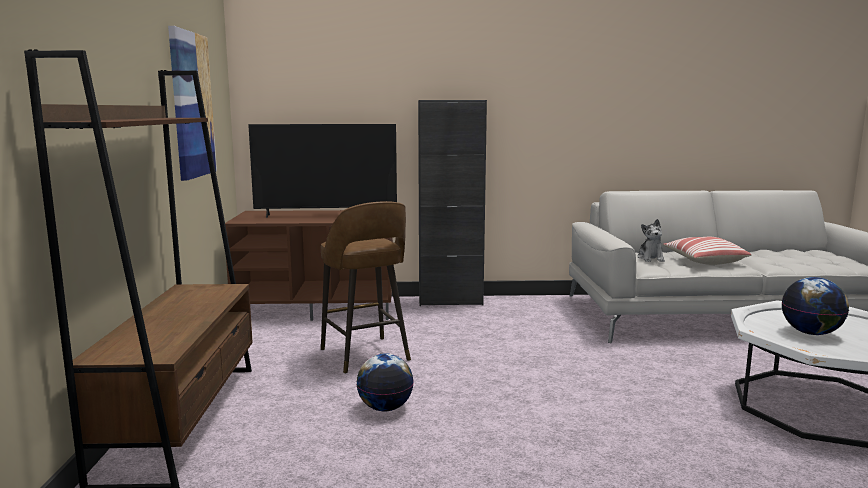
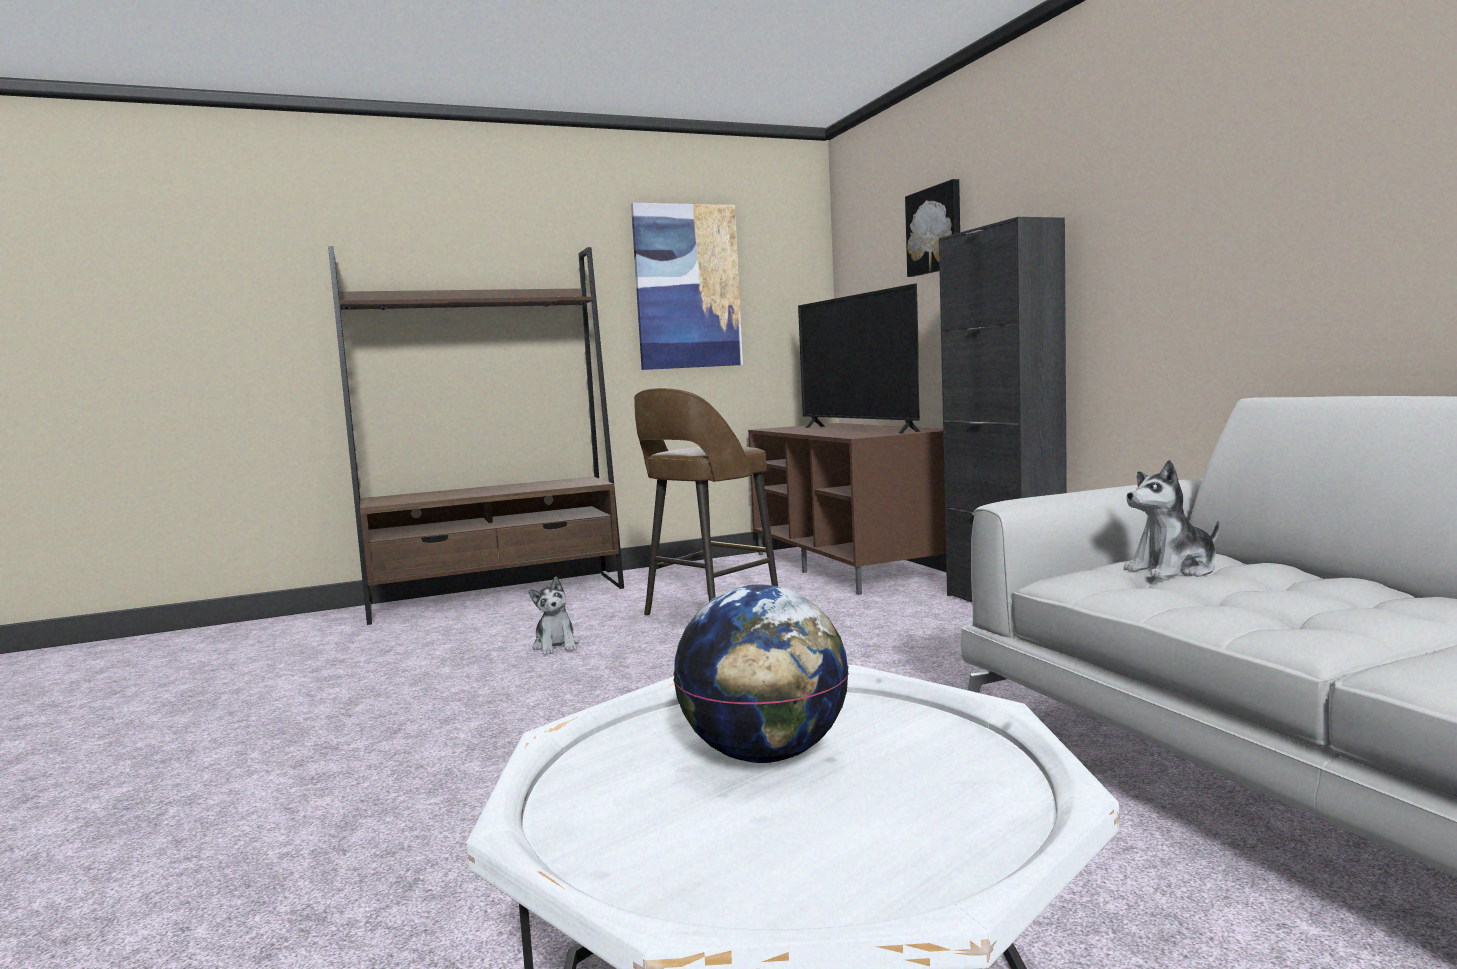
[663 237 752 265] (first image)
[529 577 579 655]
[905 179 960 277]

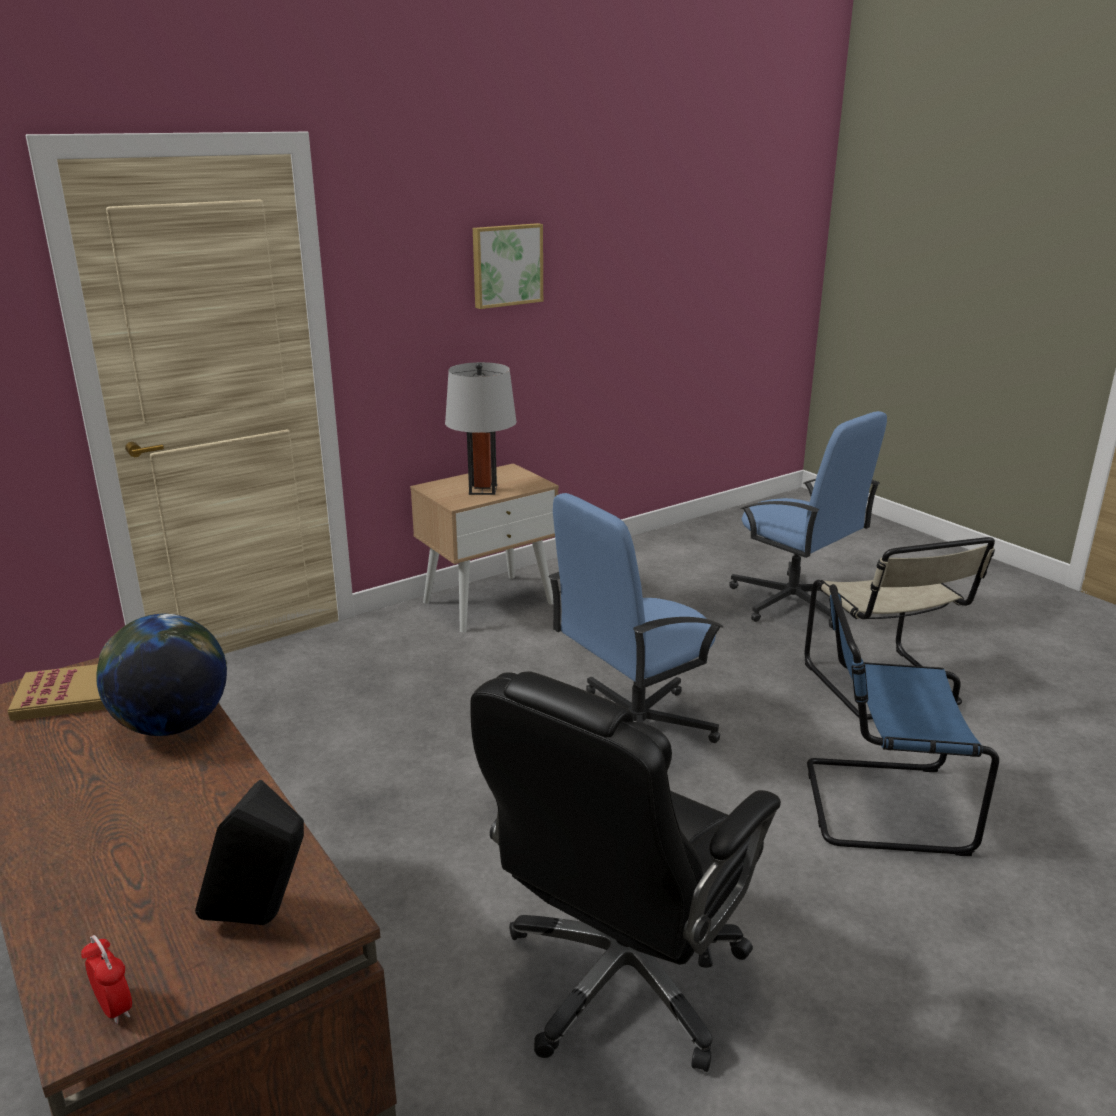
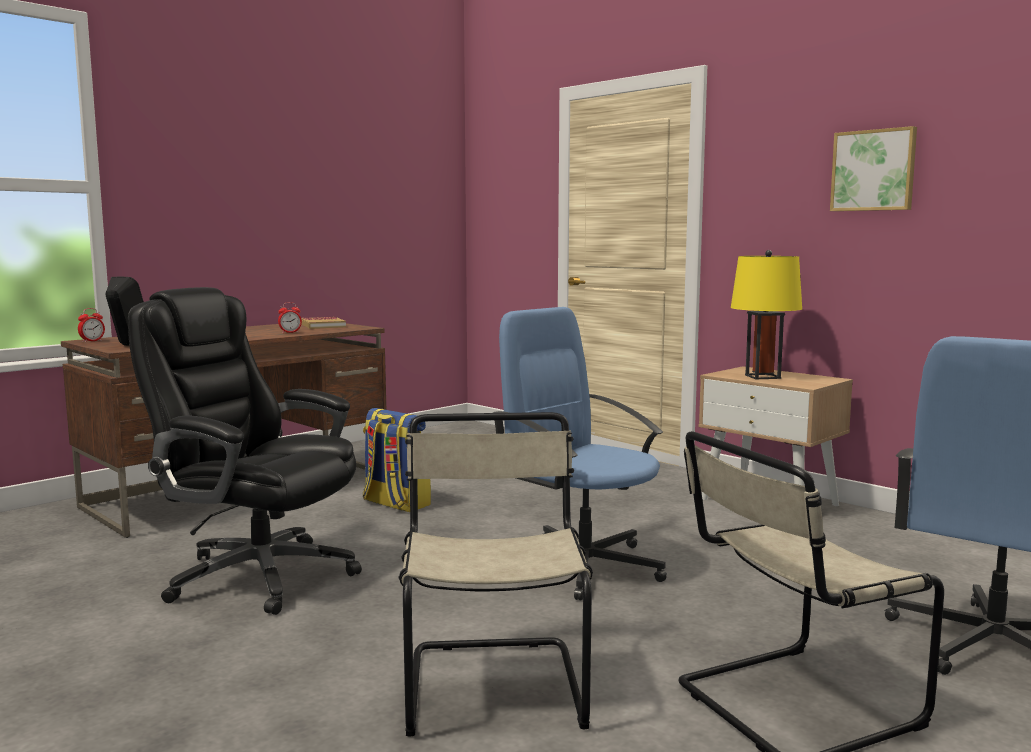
[731 250 802 379]
[399 412 593 737]
[278 302 302 333]
[363 408 431 512]

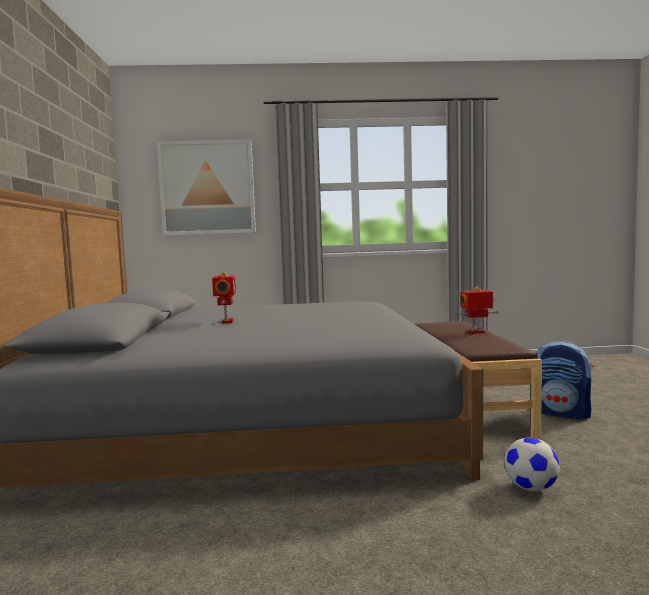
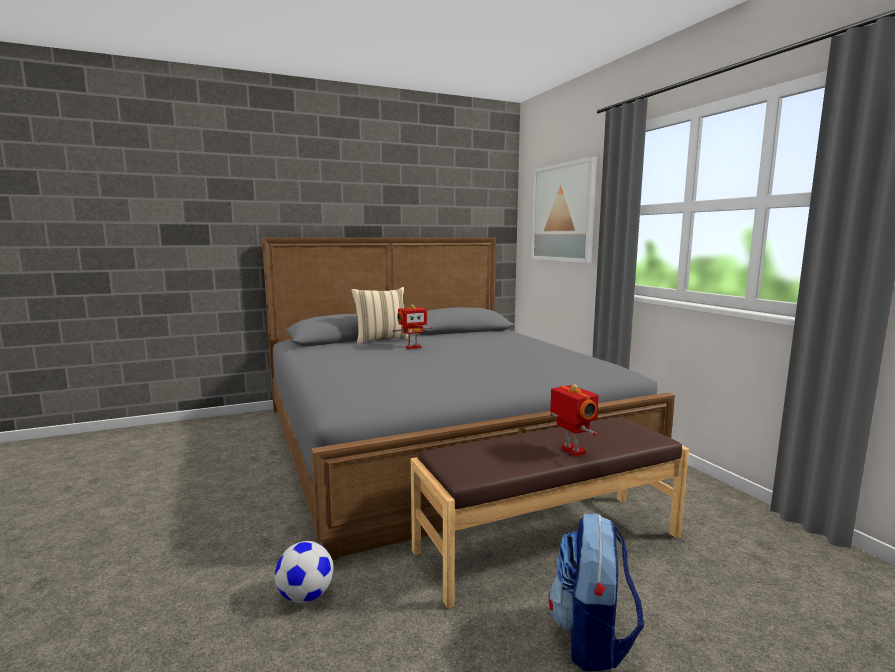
[351 287 411 344]

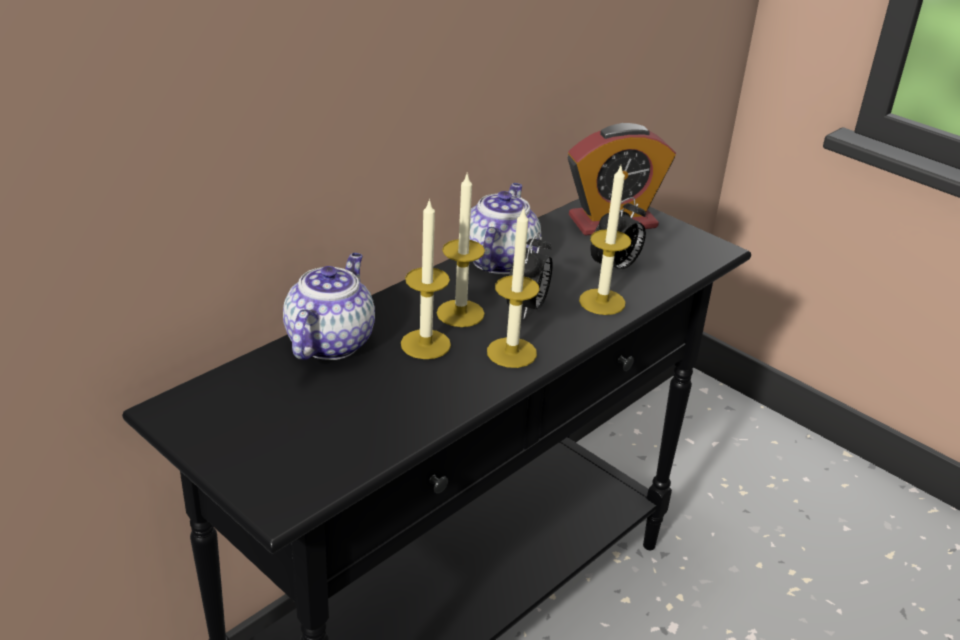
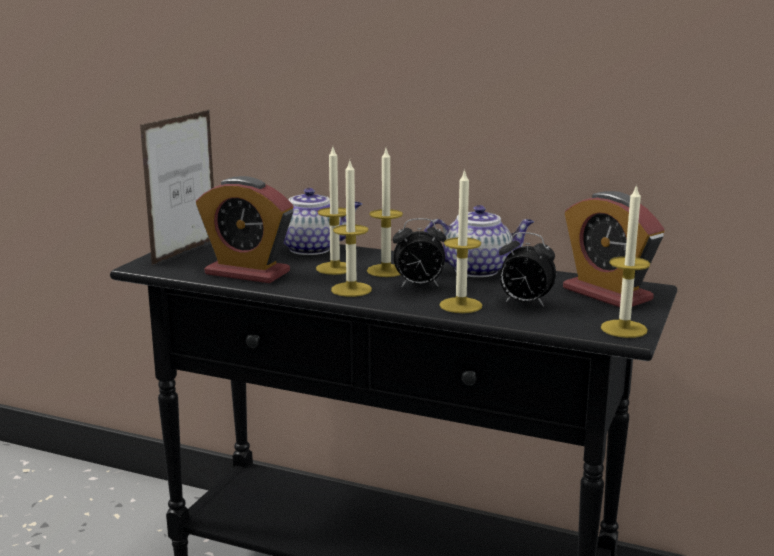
[140 110 214 265]
[196 176 293 283]
[601 184 650 338]

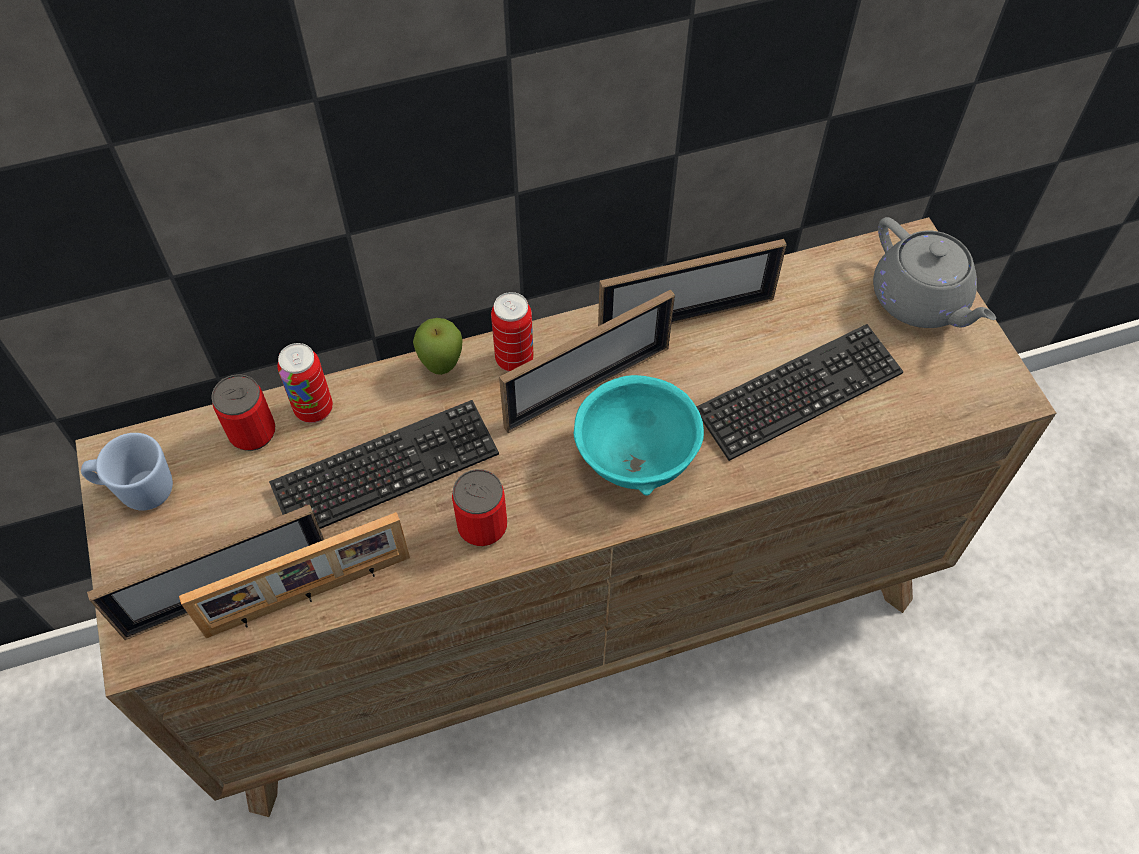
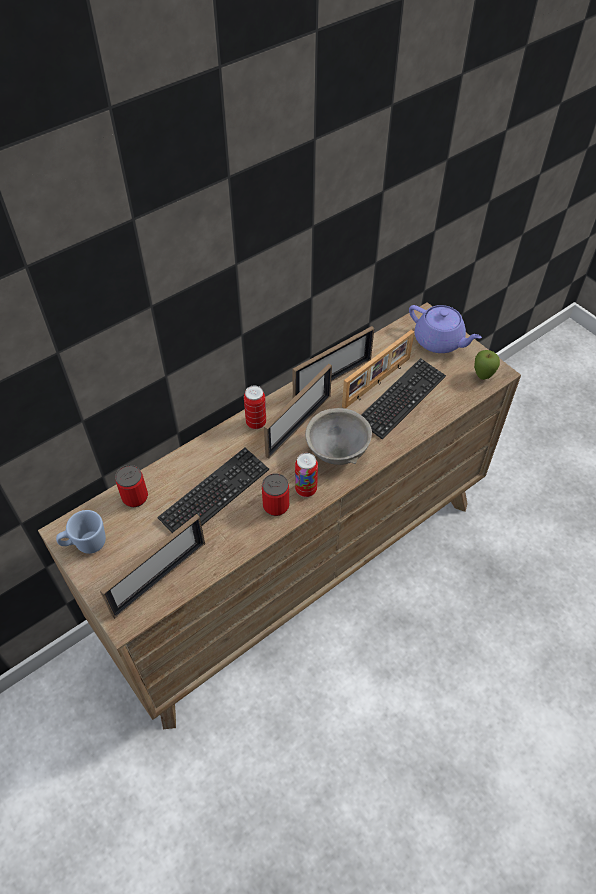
[409 305 482 353]
[474 350 500 380]
[295 453 318 497]
[305 408 372 465]
[342 330 414 409]

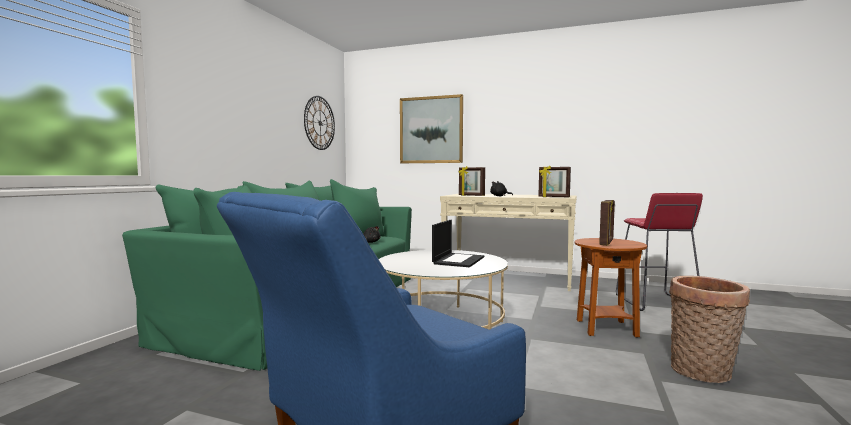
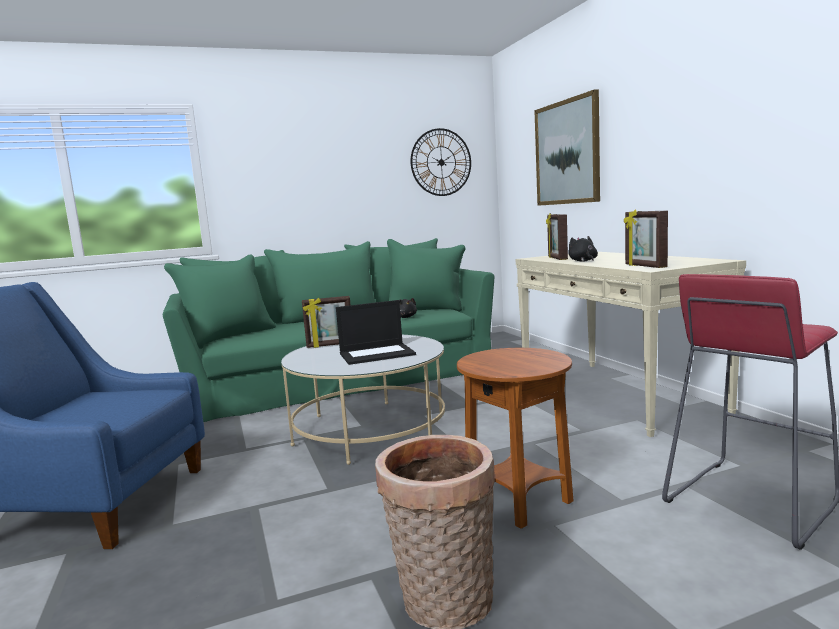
[302 296 350 348]

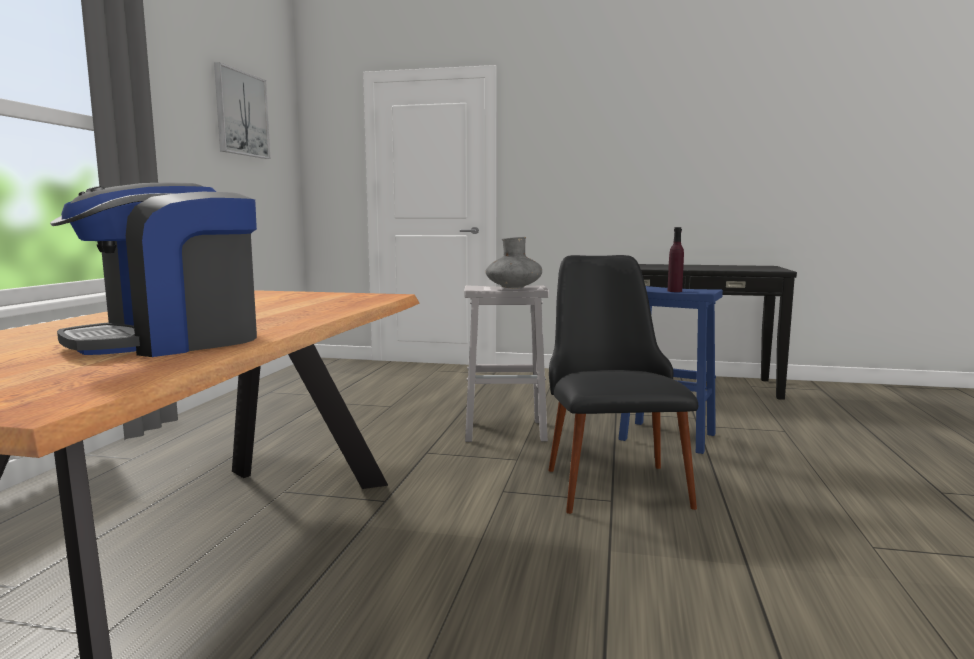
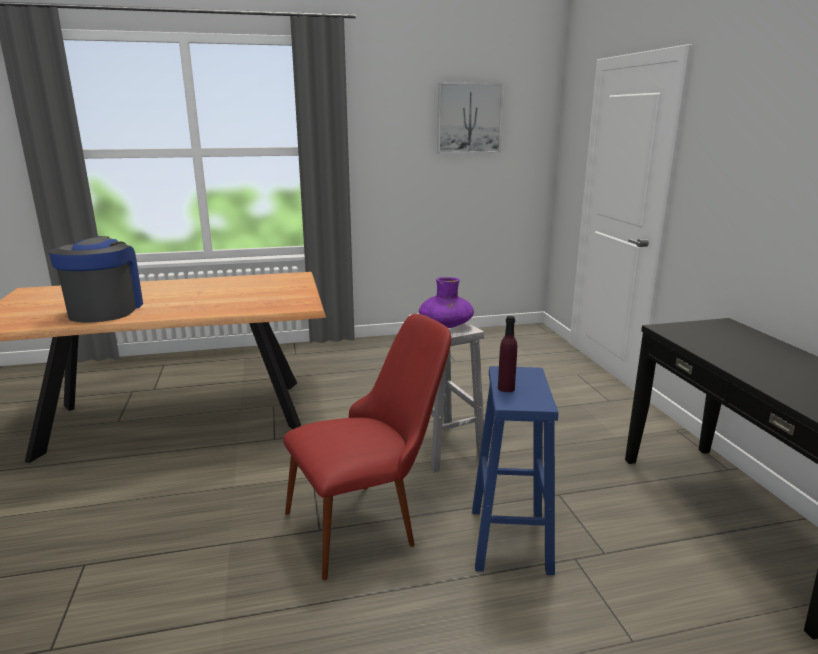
[48 236 143 322]
[419 277 474 328]
[283 314 451 580]

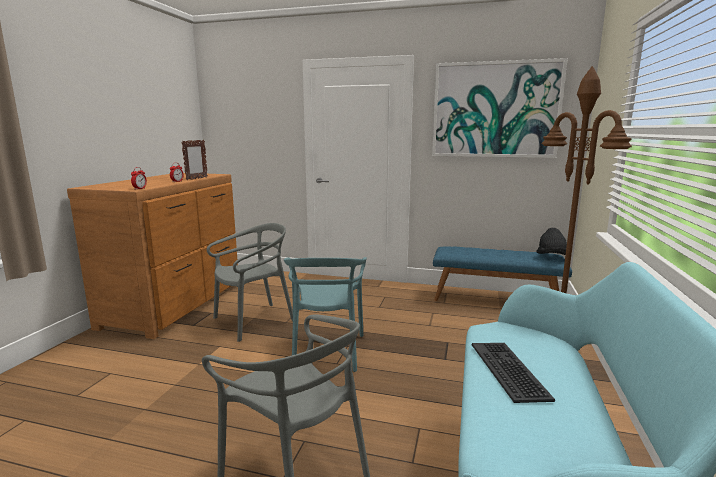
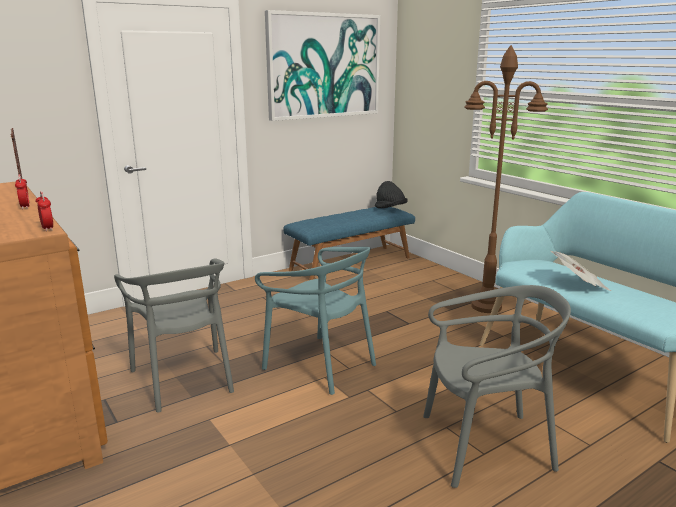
[114 259 234 413]
[551 251 612 291]

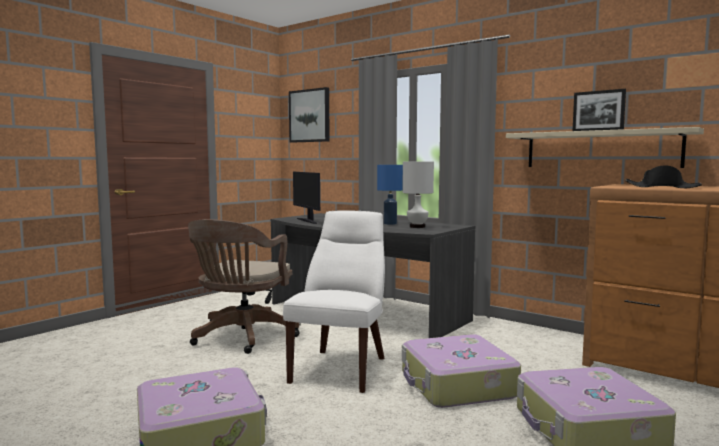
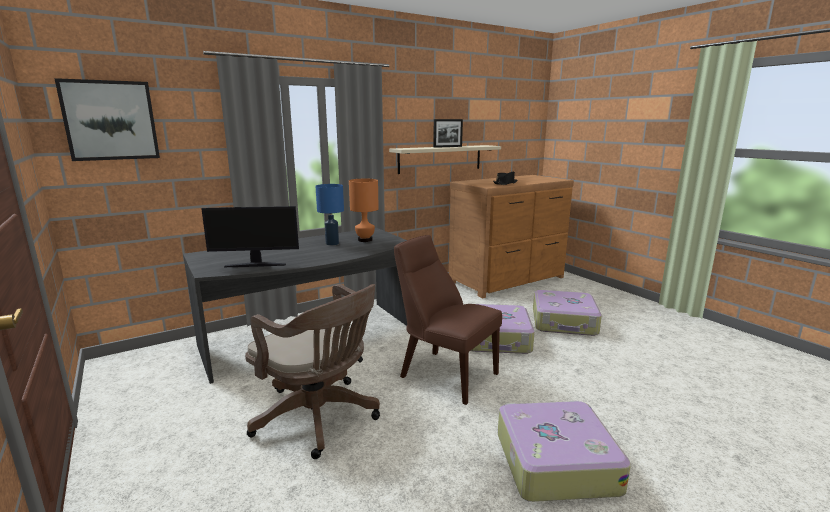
[349 179 379 242]
[394 235 502 405]

